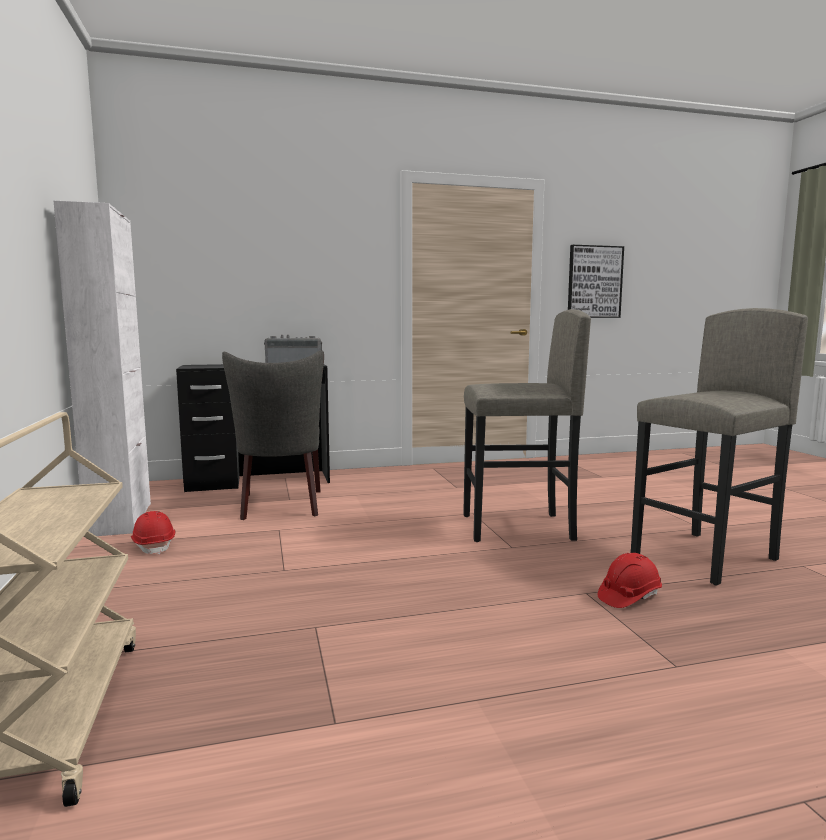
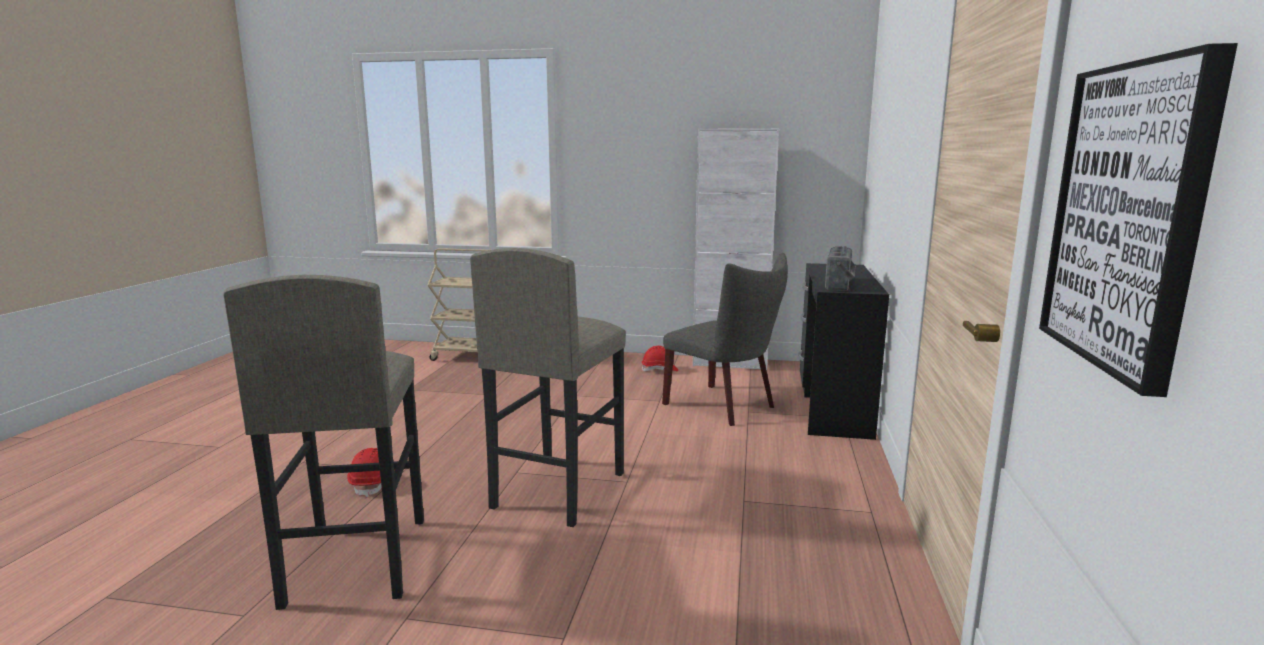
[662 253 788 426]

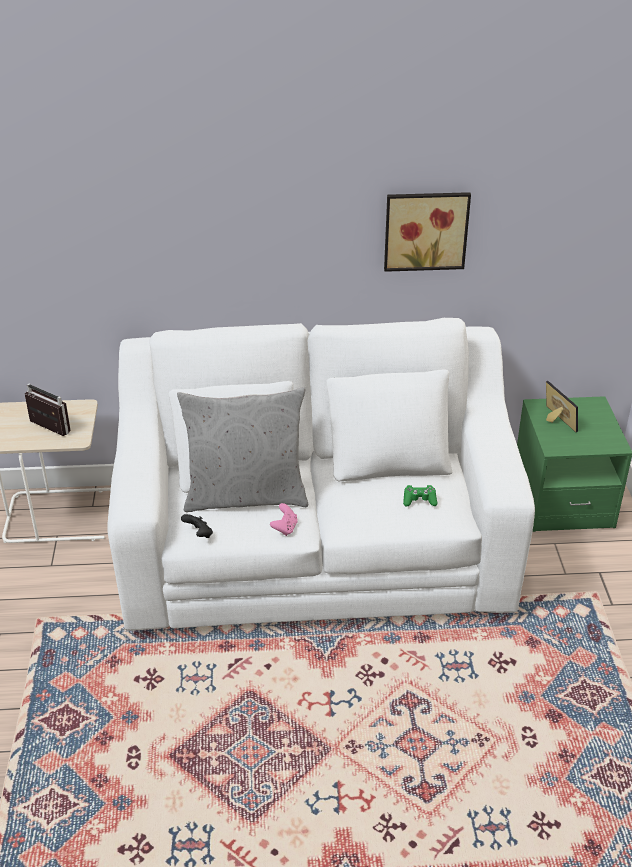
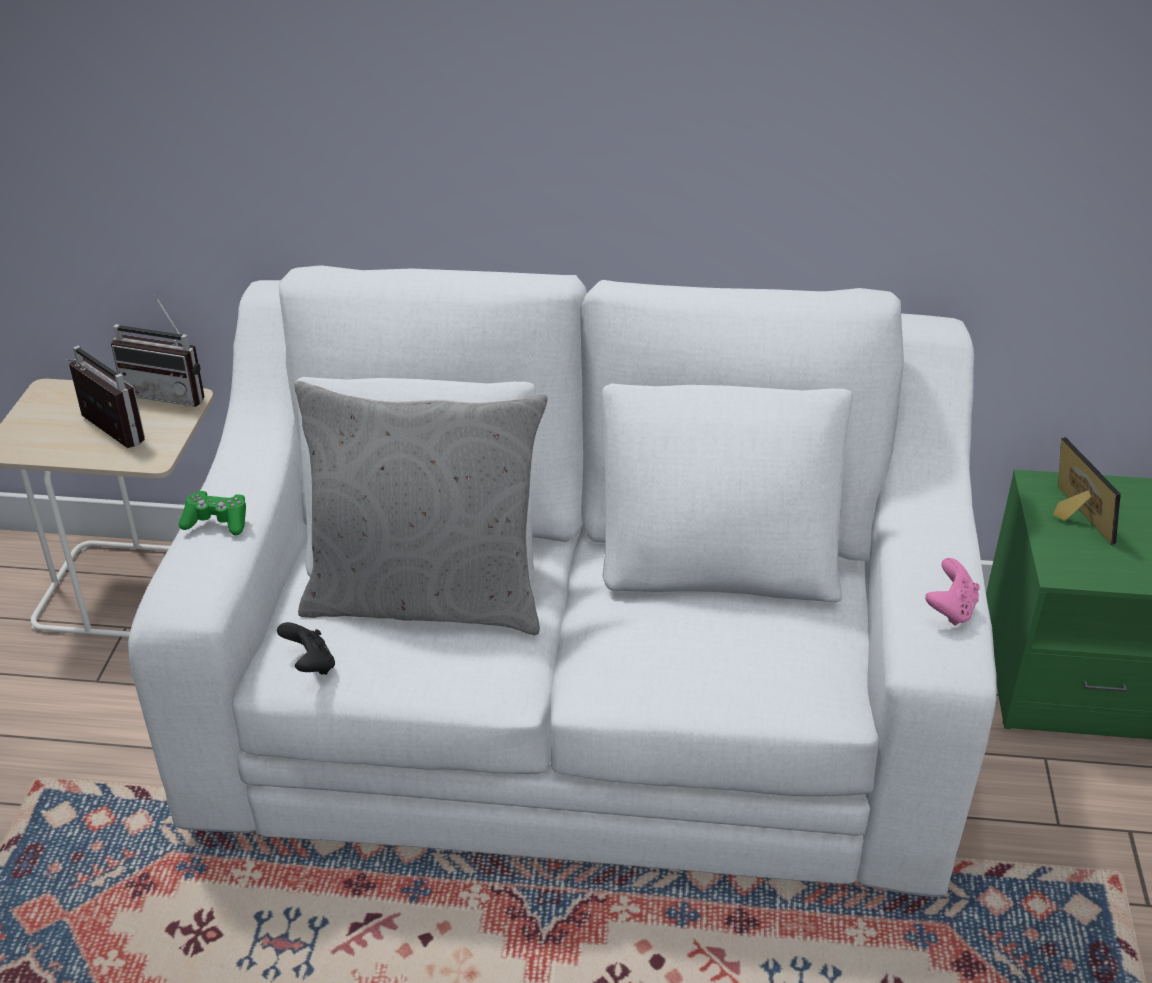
[384 192 471 272] (first image)
[179 491 246 535]
[925 558 980 626]
[111 295 205 407]

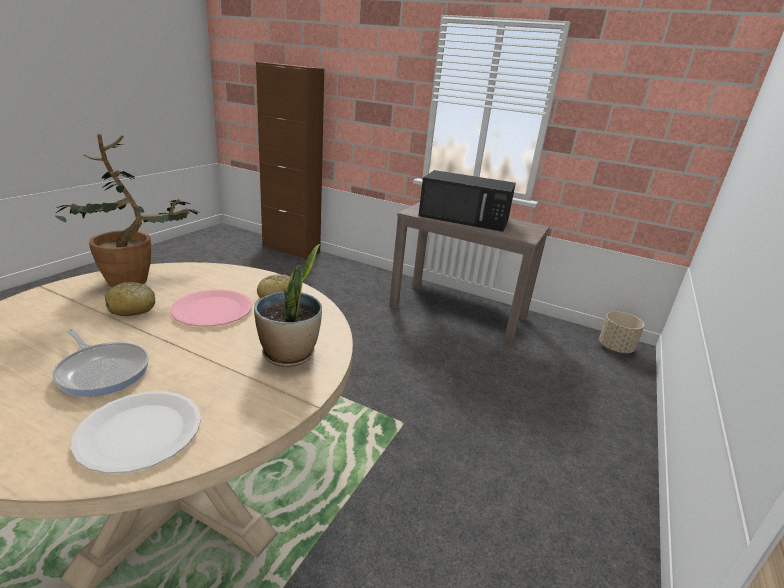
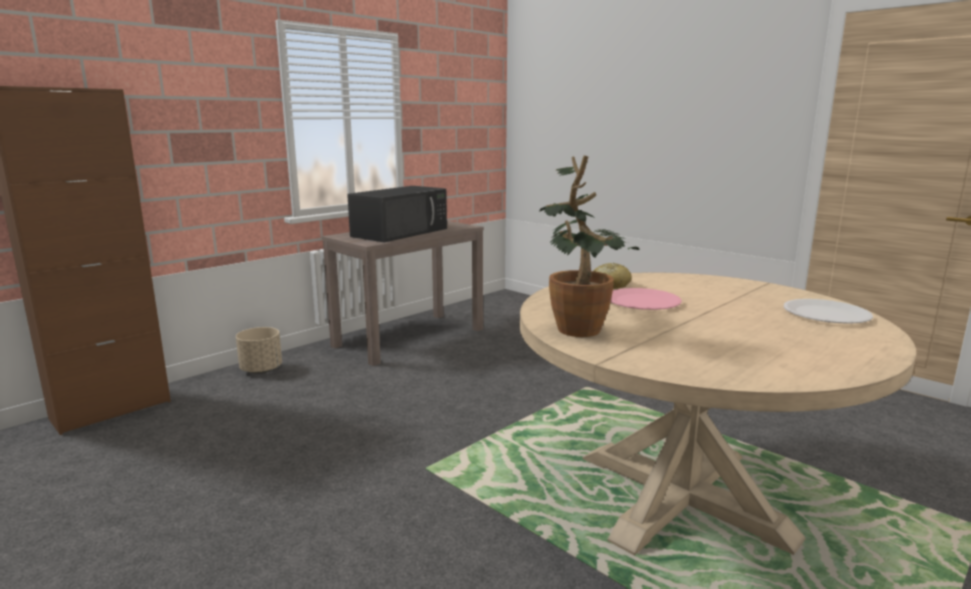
[254 244 322 367] (first image)
[105 282 155 316] (first image)
[236 327 282 374]
[52 329 149 397] (first image)

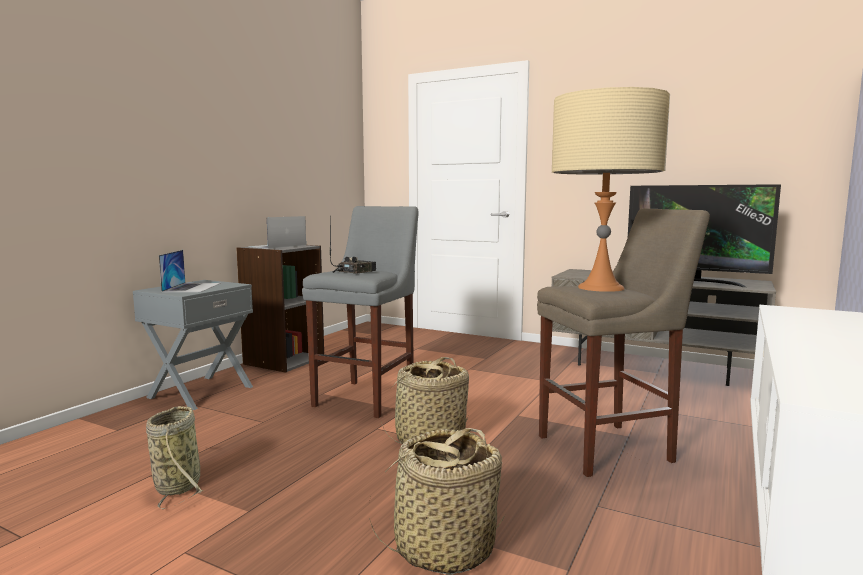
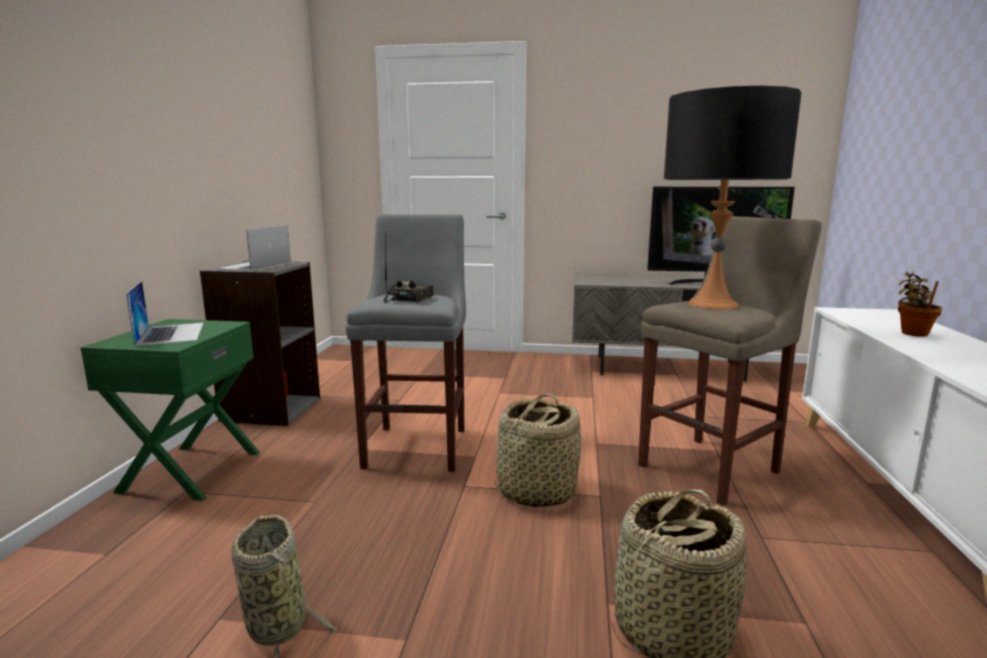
[664 86 802 310]
[81 319 260 501]
[898 272 942 337]

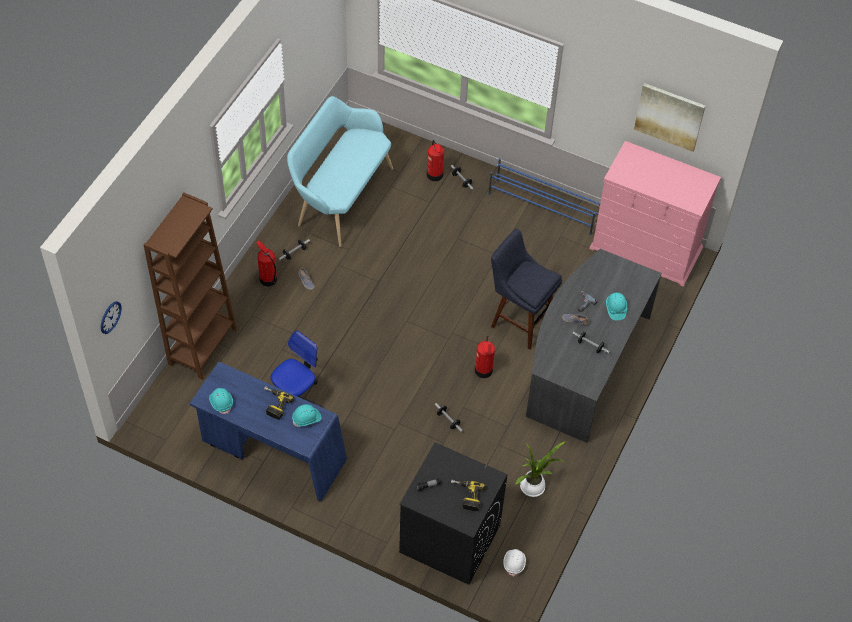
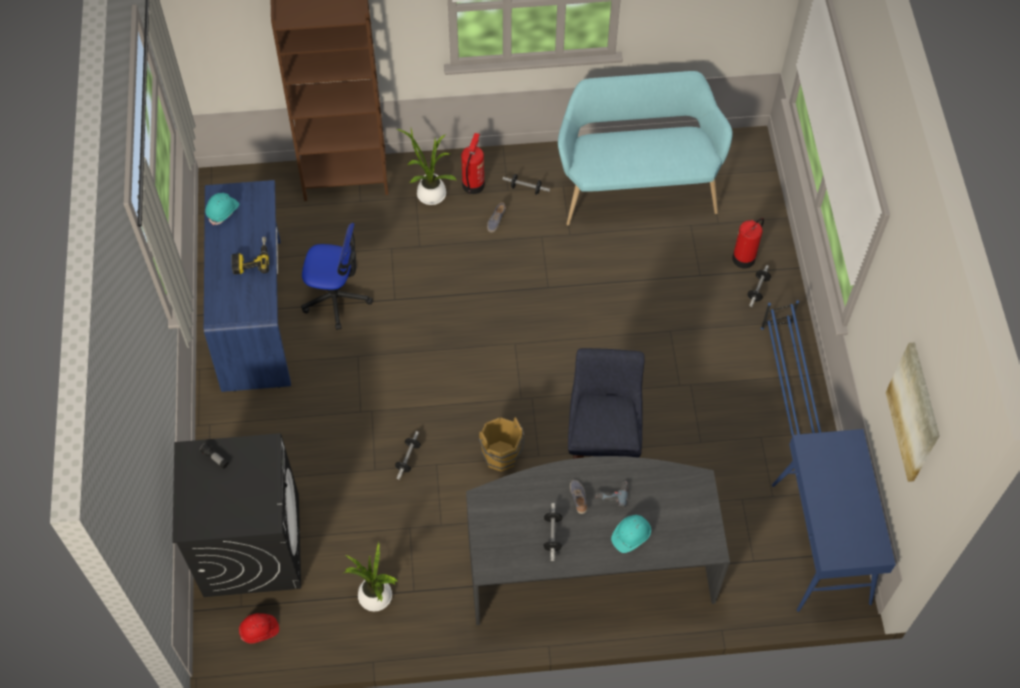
[772 429 896 612]
[101 301 122 334] (first image)
[479 417 524 472]
[292 404 321 427] (first image)
[451 480 486 511] (first image)
[239 613 279 644]
[397 129 457 205]

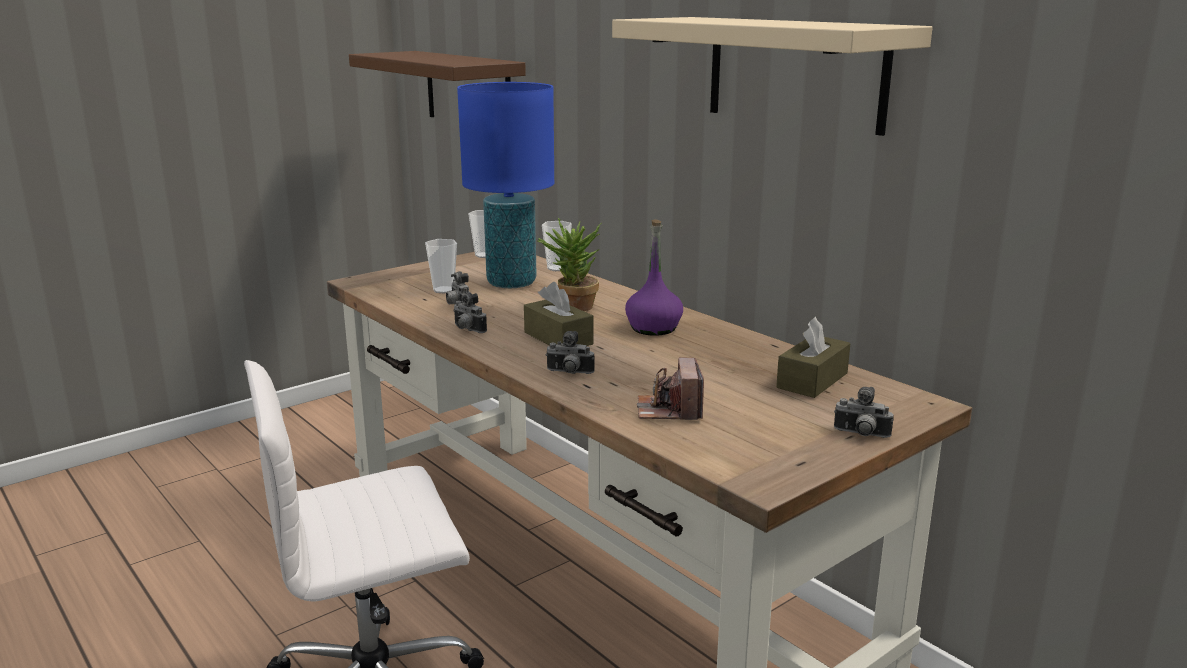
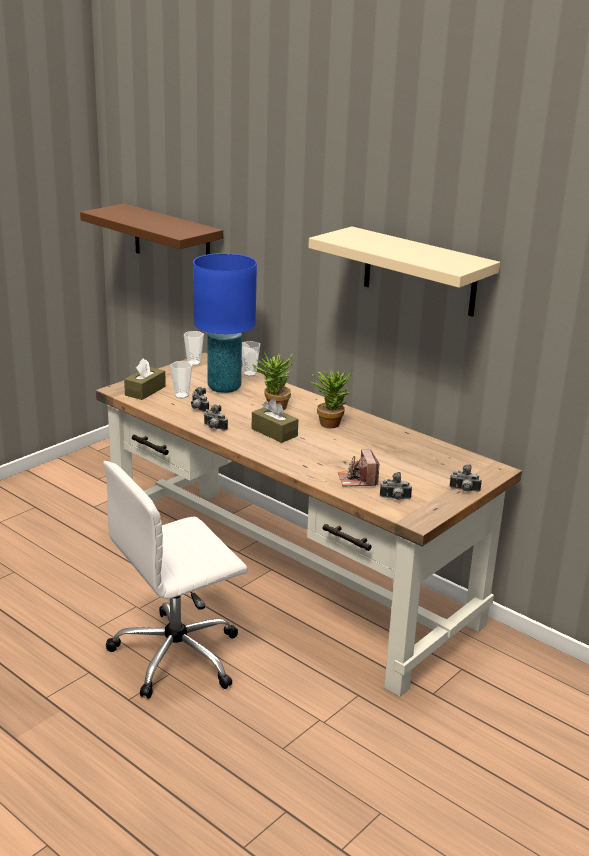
[311 370 352 428]
[124 358 166 400]
[380 472 412 500]

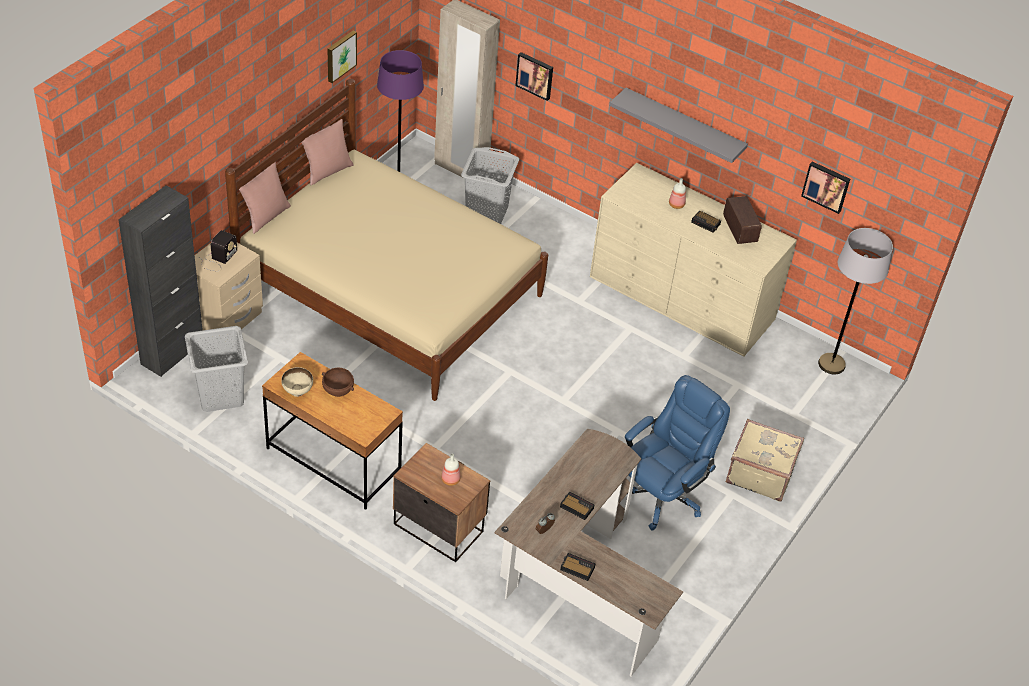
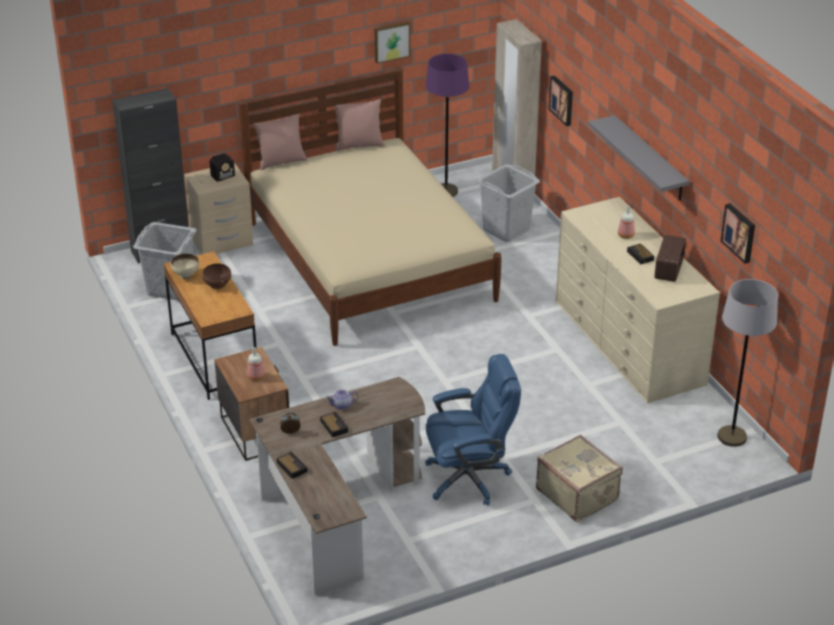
[326 389 358 410]

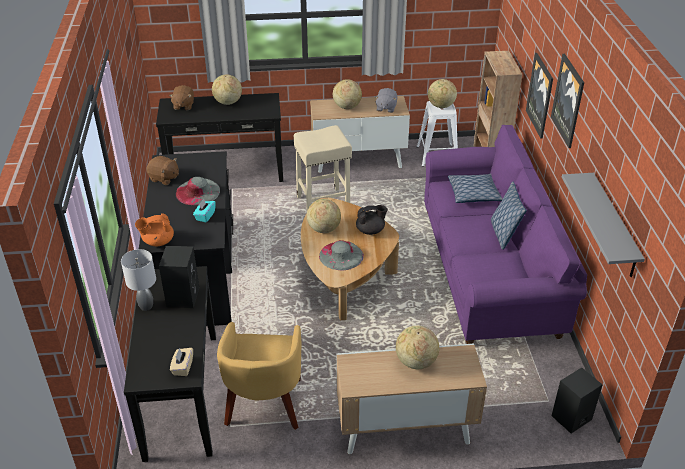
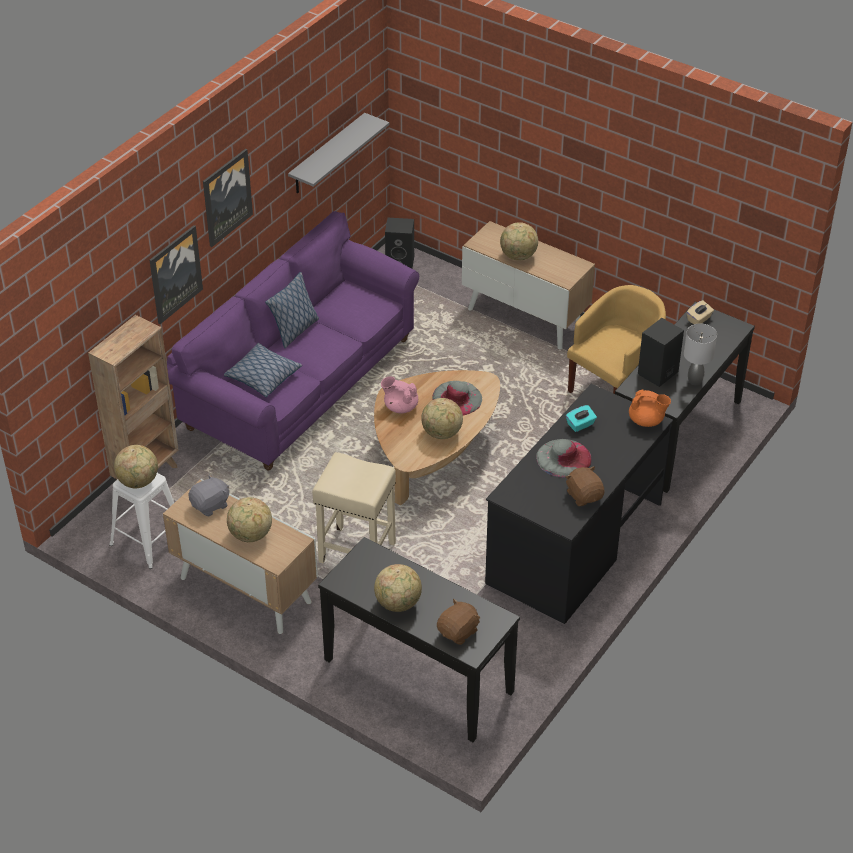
[381 376 418 413]

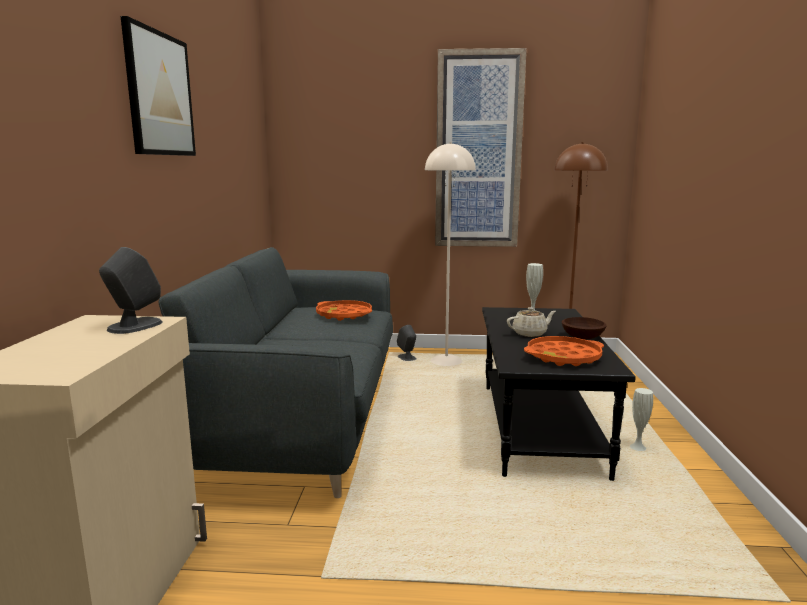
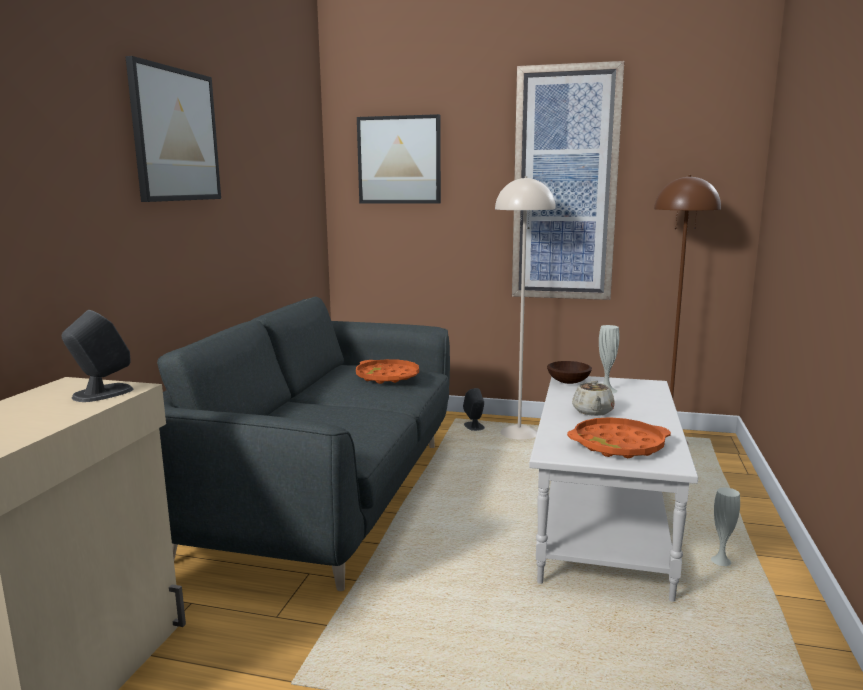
[529 376 698 602]
[572 380 615 416]
[547 361 592 384]
[357 114 441 204]

